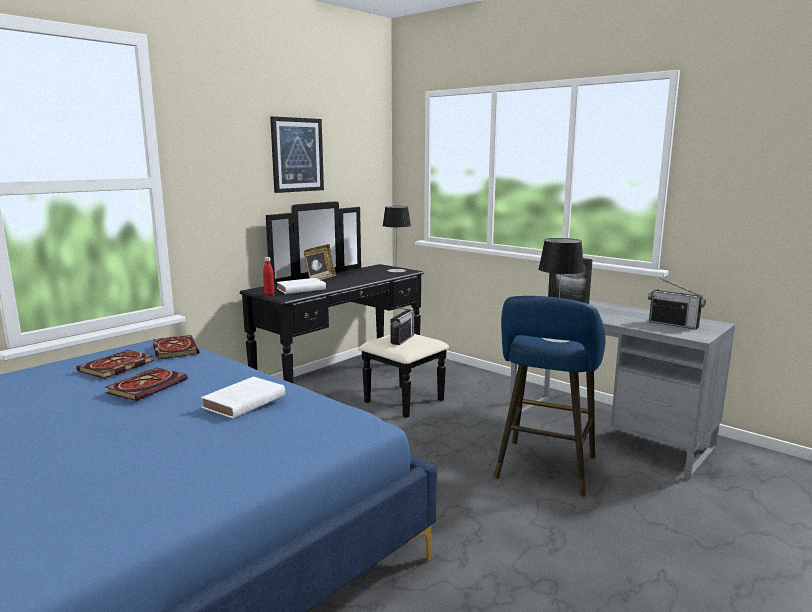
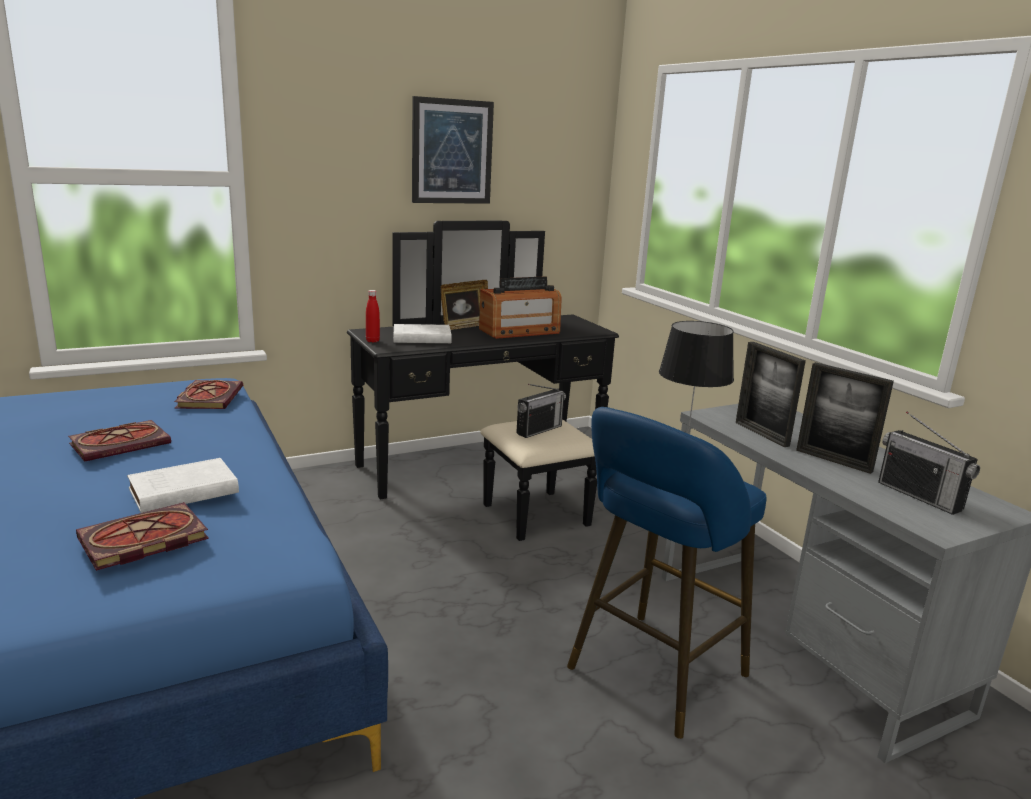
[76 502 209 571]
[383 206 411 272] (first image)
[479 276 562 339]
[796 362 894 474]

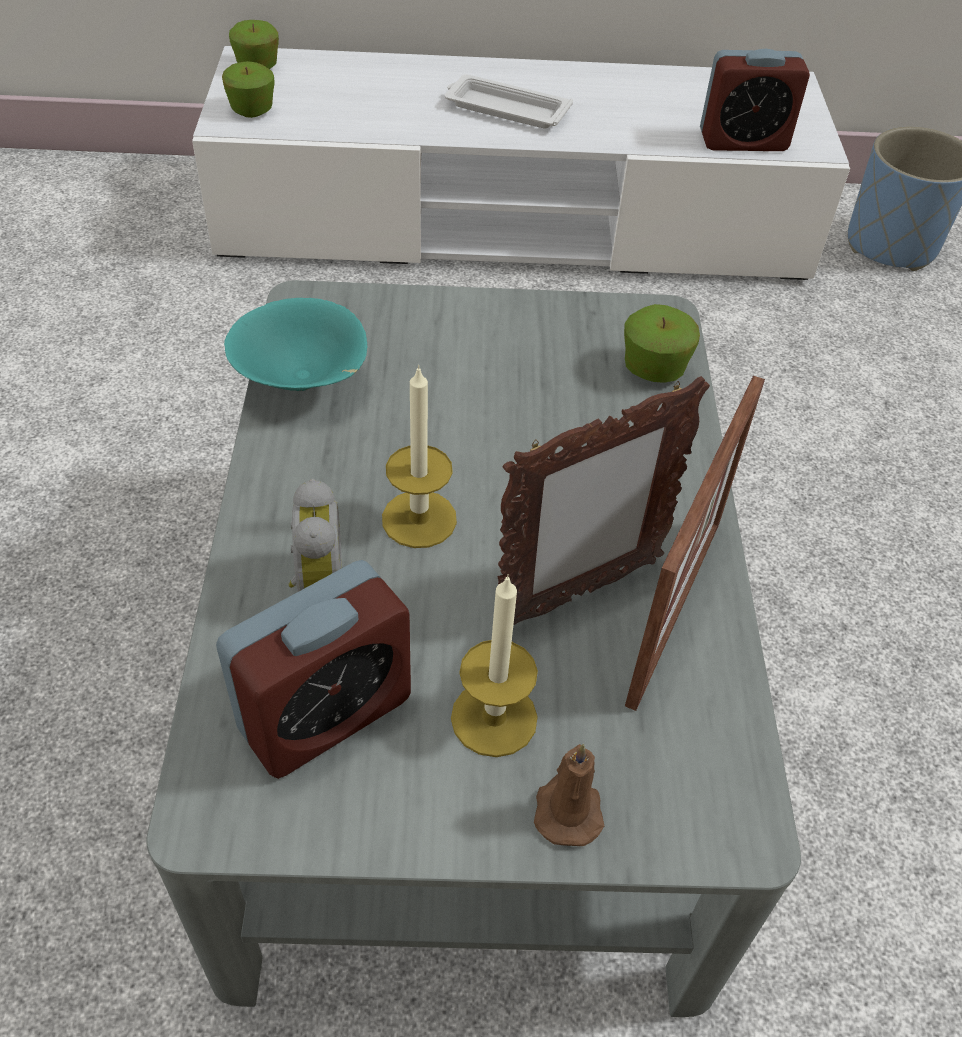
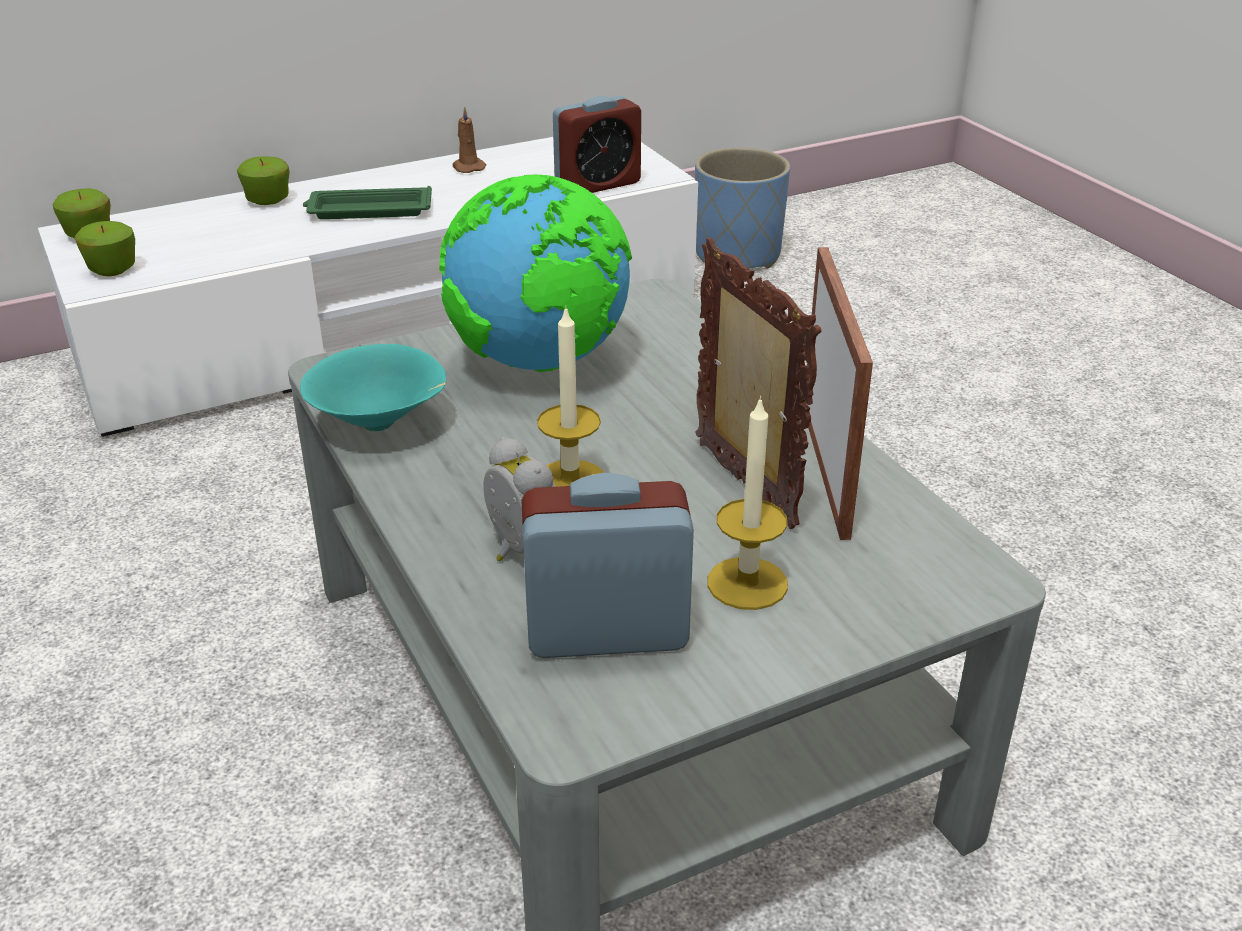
[521 473 694 658]
[303 186 432 219]
[695 237 822 529]
[453 106 486 173]
[237 156 290 205]
[439 175 632 372]

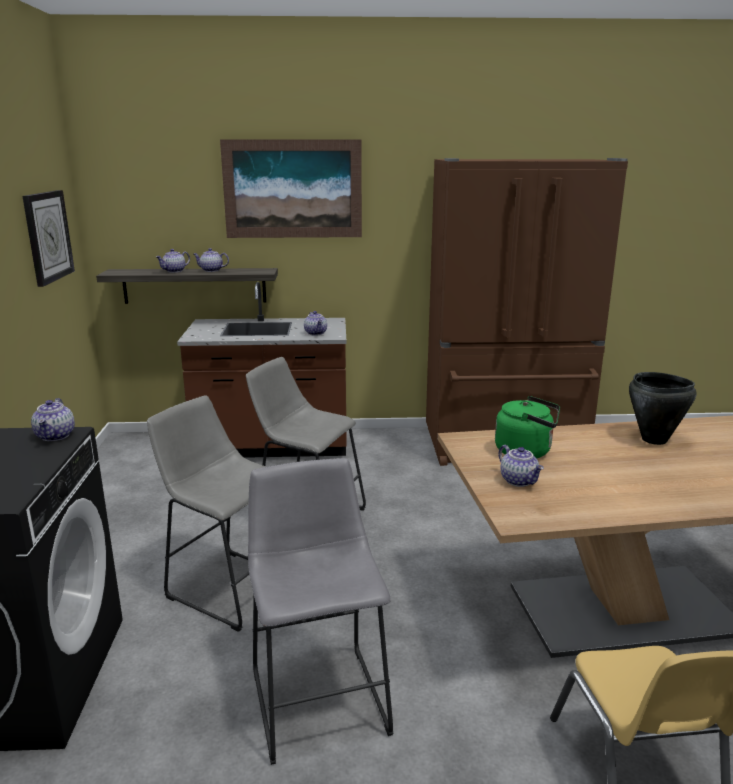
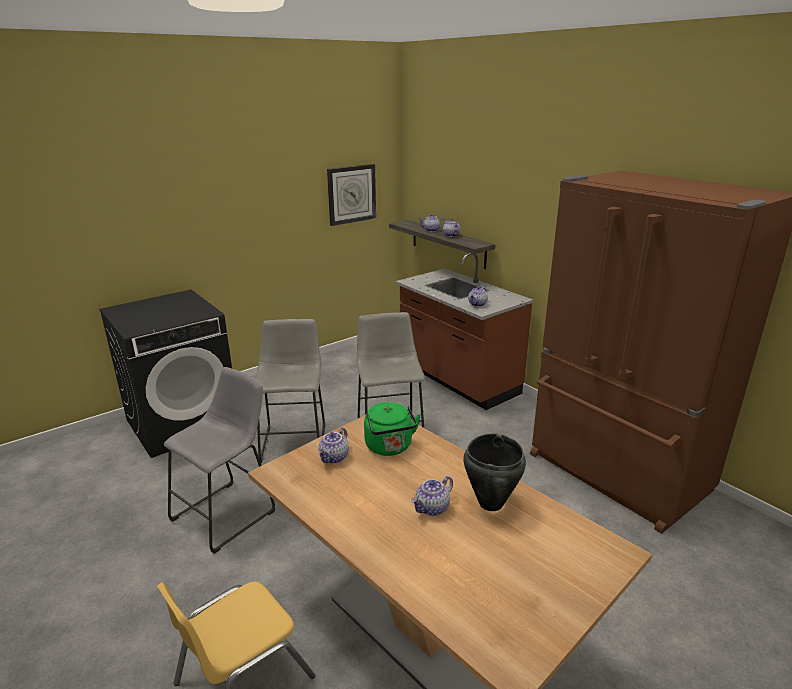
[411 476 453 516]
[220 140 362 238] (first image)

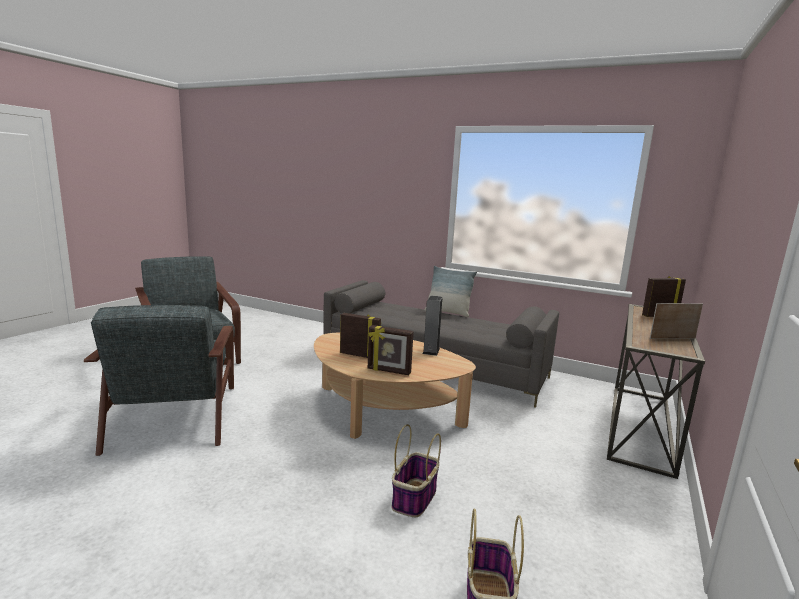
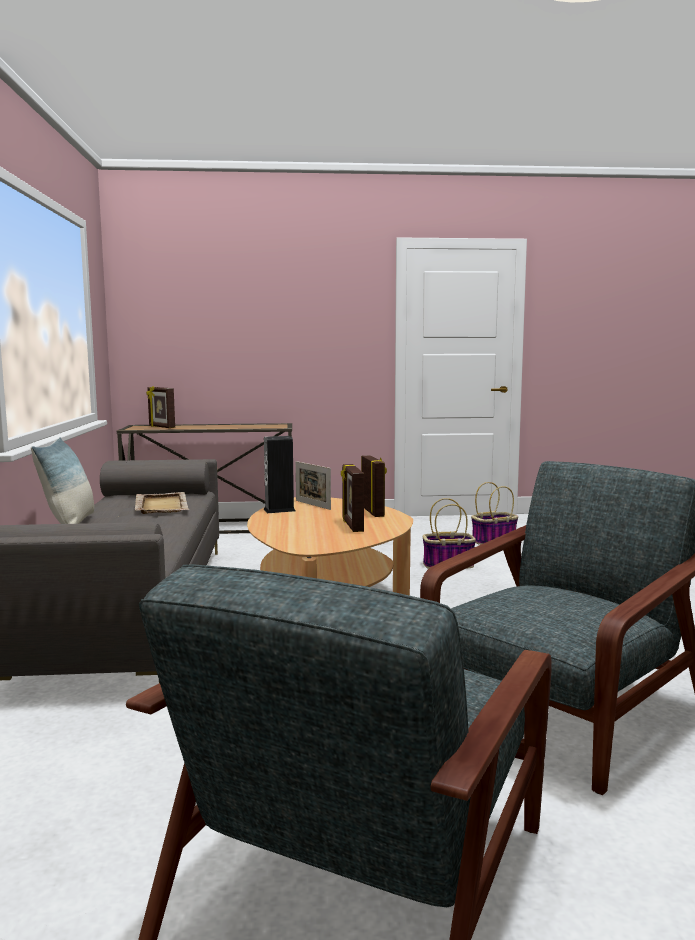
[296 461 331 510]
[135 492 190 514]

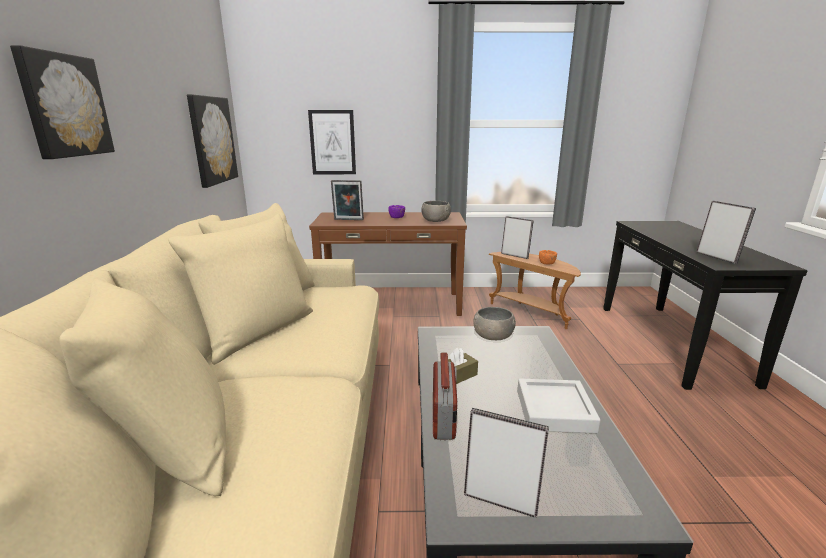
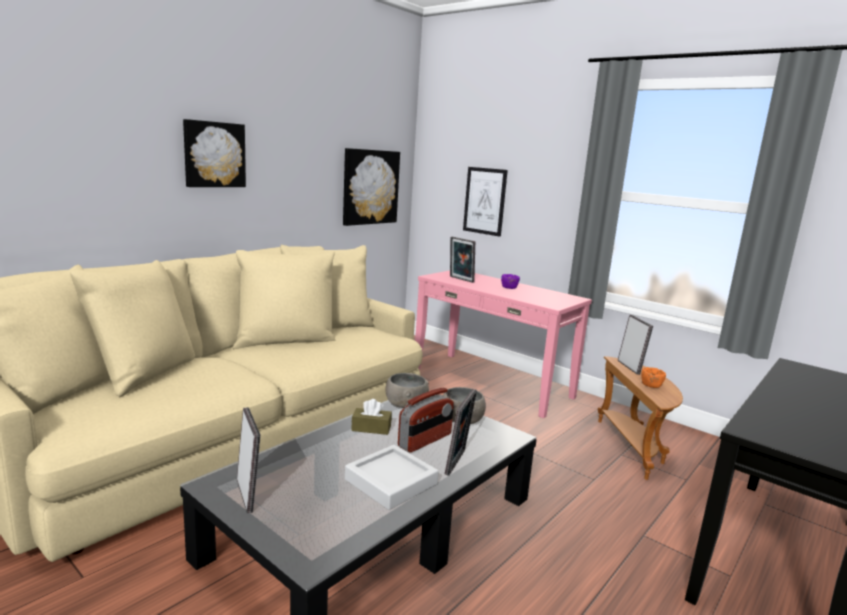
[415 271 592 418]
[385 373 429 408]
[398 388 454 452]
[445 389 477 476]

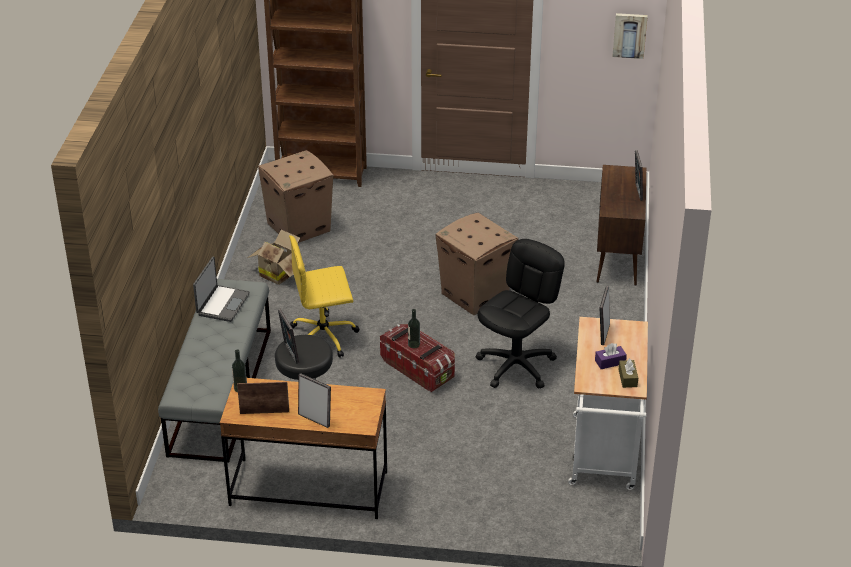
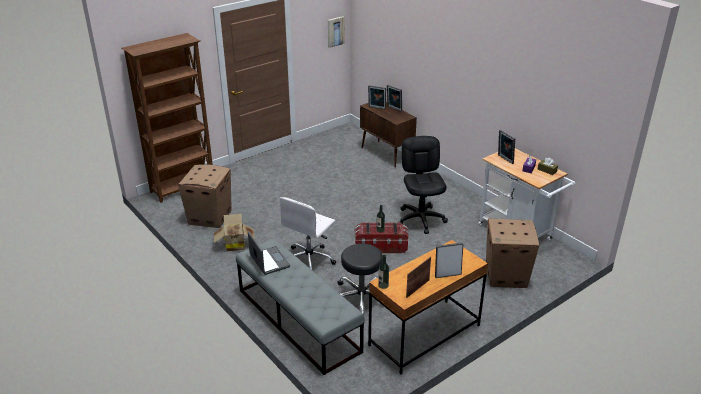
[368 85 386 110]
[279 197 336 270]
[486 218 539 288]

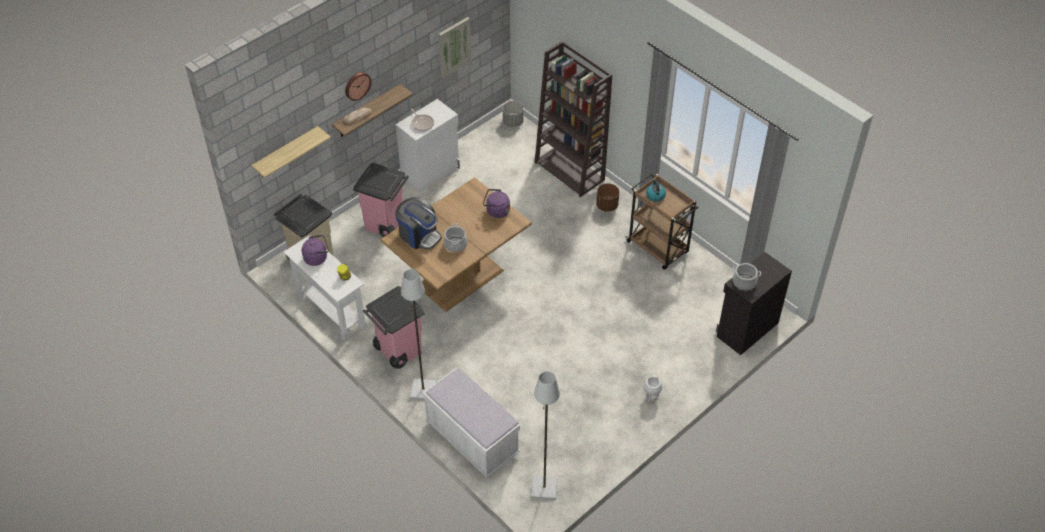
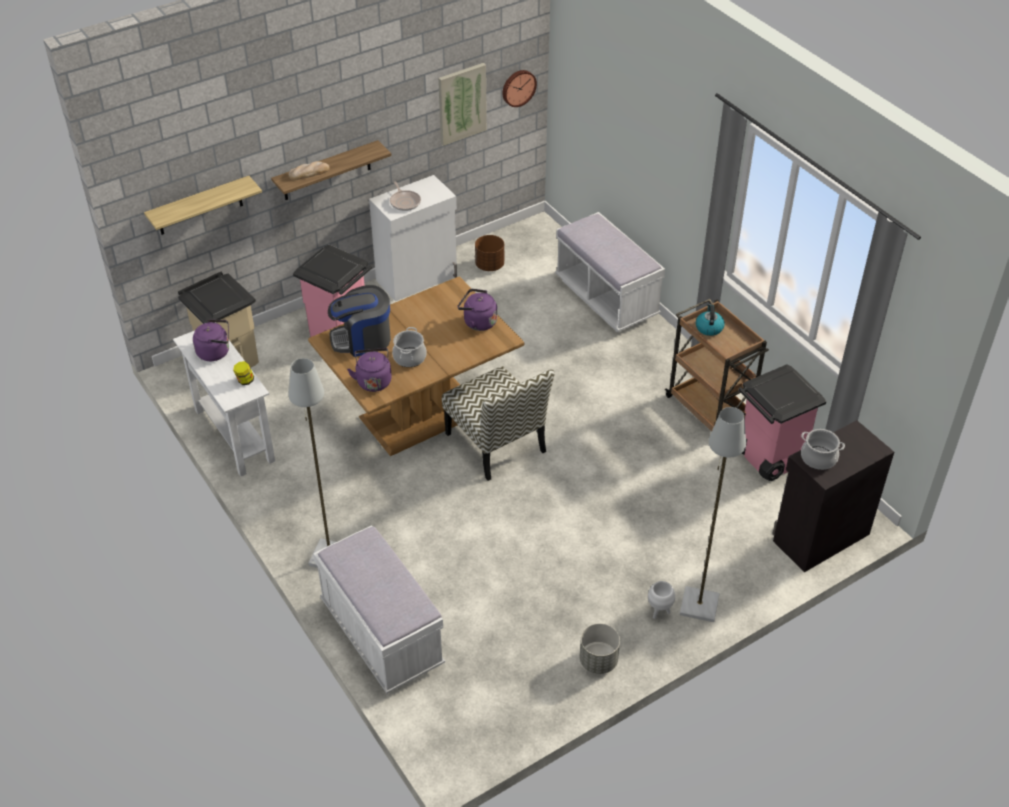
[503 70 537 107]
[738 364 826 481]
[328 285 391 357]
[579 623 620 674]
[680 407 746 622]
[555 212 665 332]
[475 235 504 271]
[347 348 392 392]
[442 366 555 481]

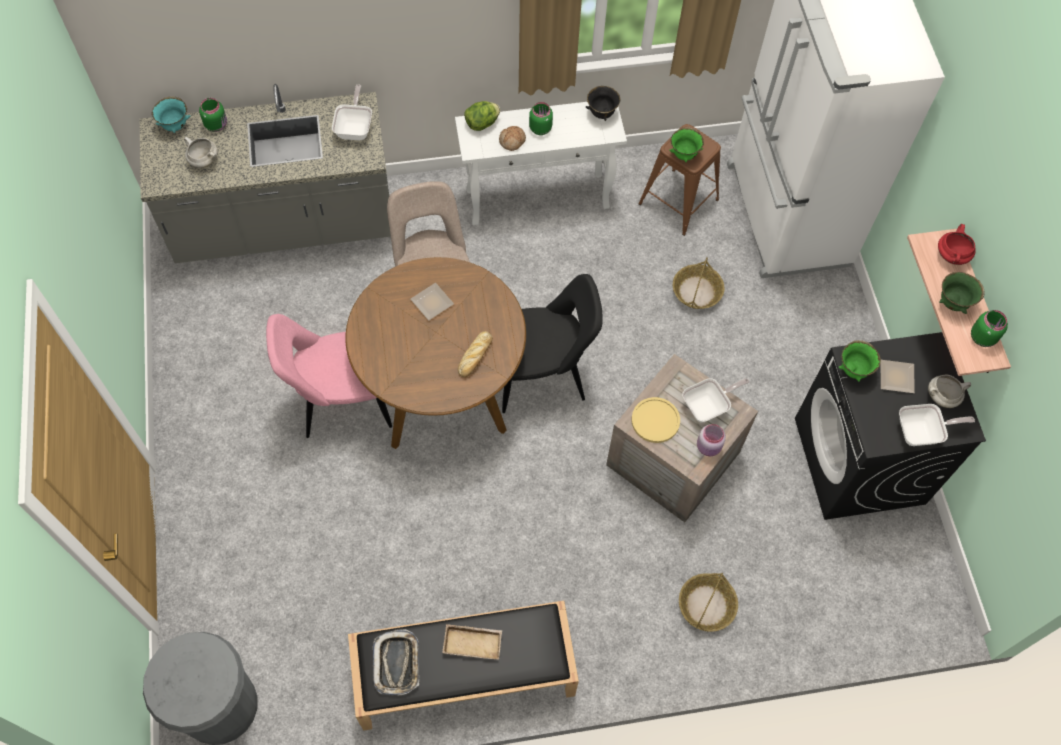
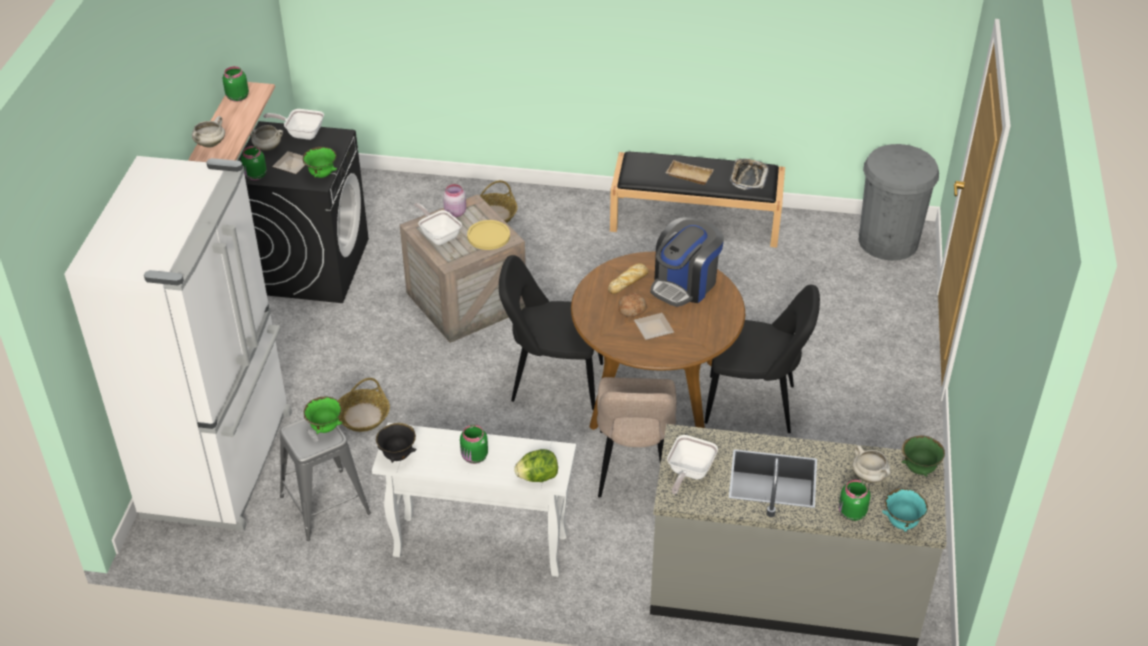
[704 284 820 433]
[618 293 647 317]
[280 418 371 541]
[414 203 462 245]
[192 116 225 148]
[902 436 945 477]
[241 146 267 180]
[650 217 724 307]

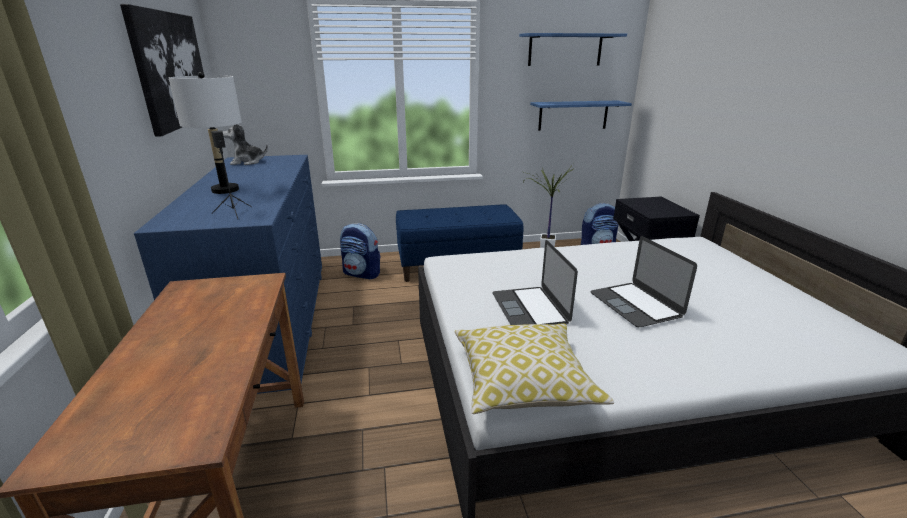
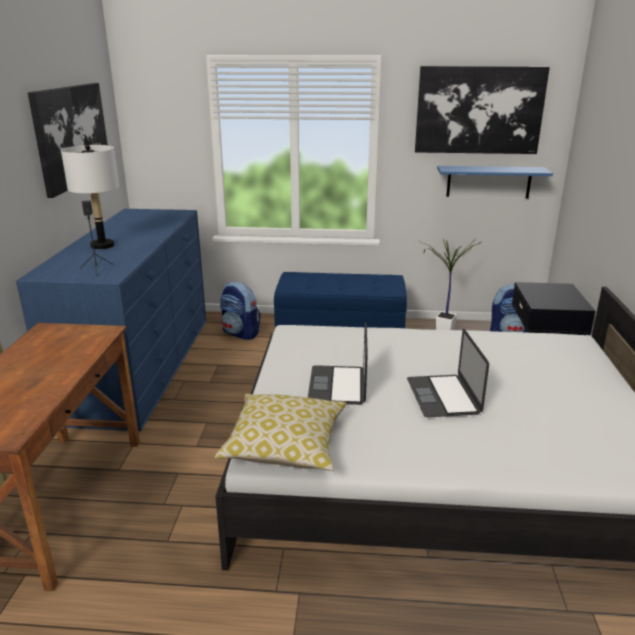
[223 124 268 165] (first image)
[415 66 550 154]

